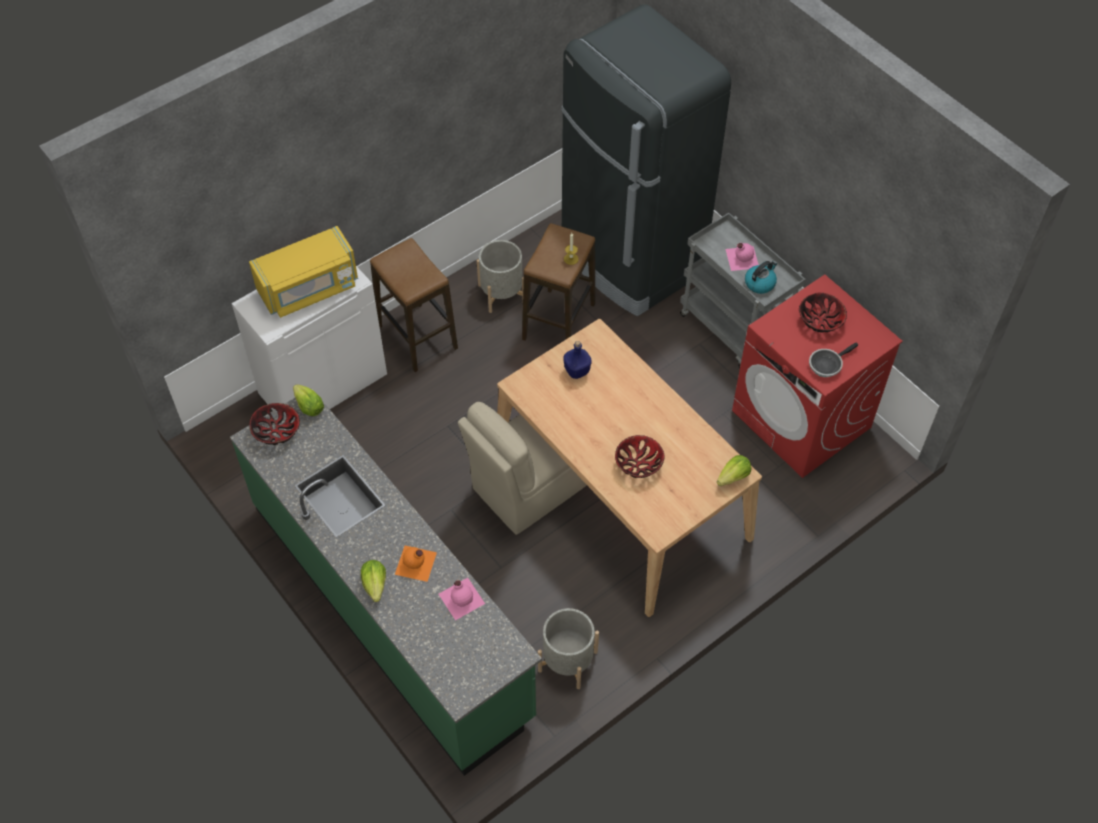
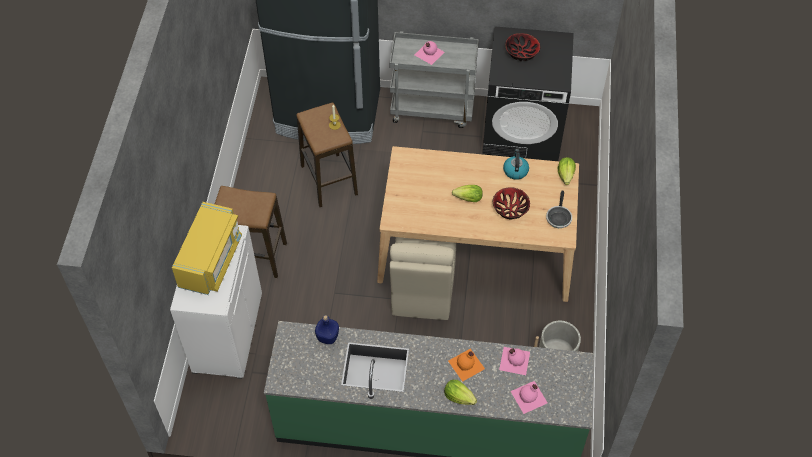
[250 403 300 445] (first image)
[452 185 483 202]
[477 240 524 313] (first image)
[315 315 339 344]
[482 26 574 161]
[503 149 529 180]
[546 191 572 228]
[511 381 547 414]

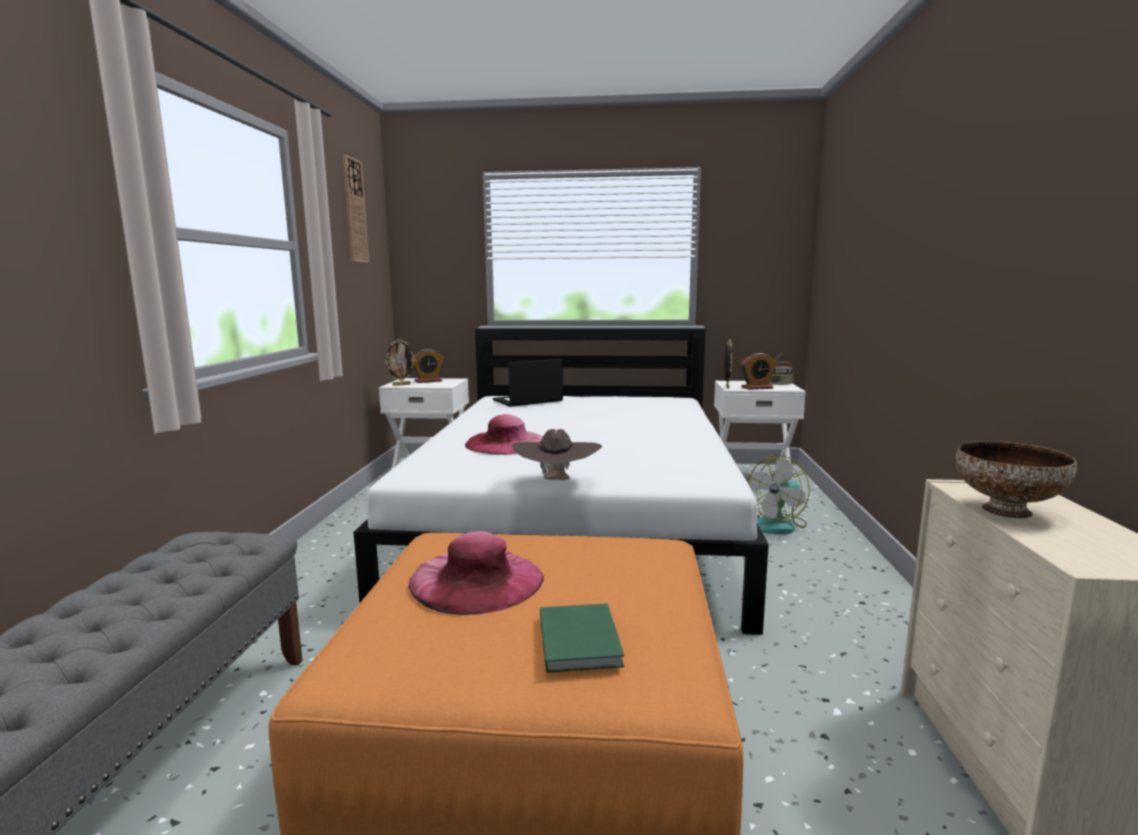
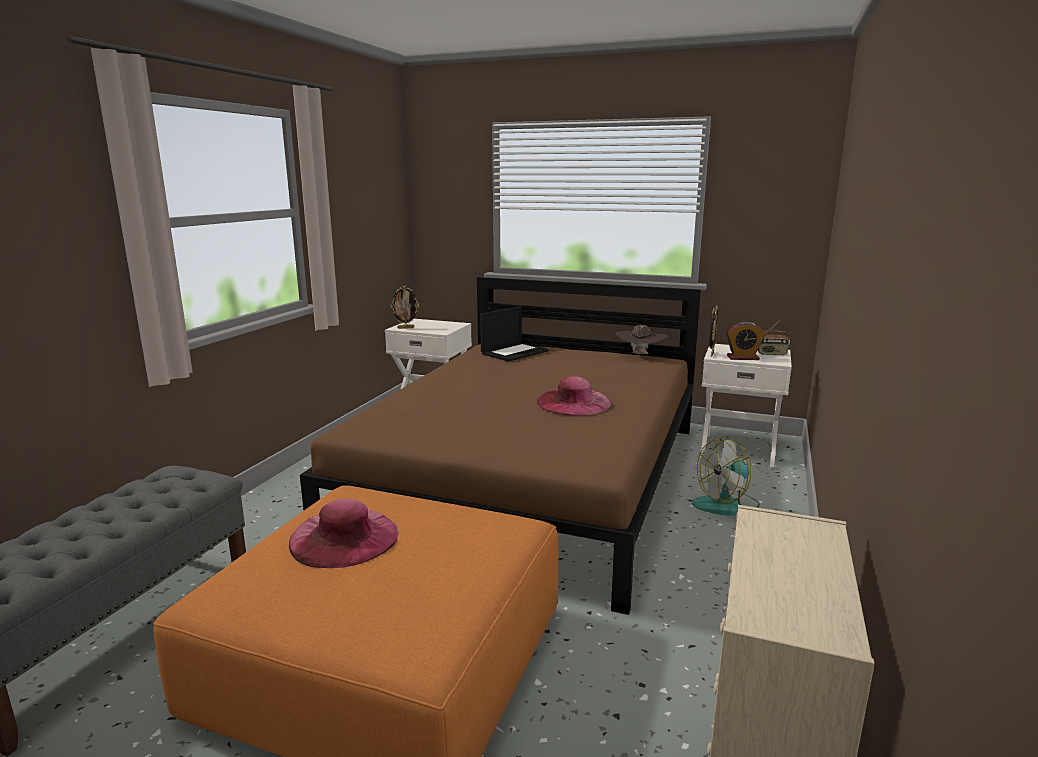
[343 155 369 263] (first image)
[300 277 701 615]
[413 349 444 383] (first image)
[537 376 611 415]
[480 306 549 362]
[616 325 668 355]
[540 604 624 673] (first image)
[955 441 1077 518] (first image)

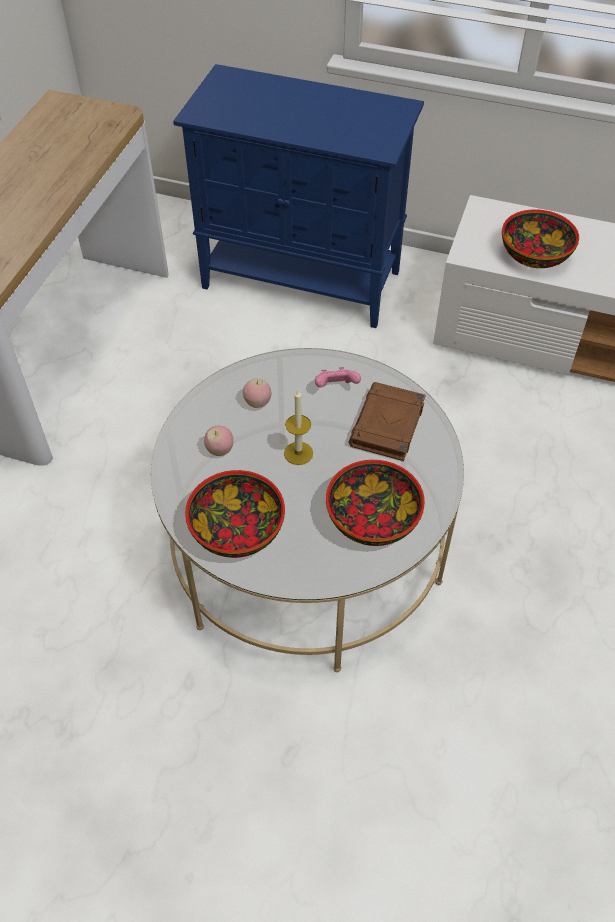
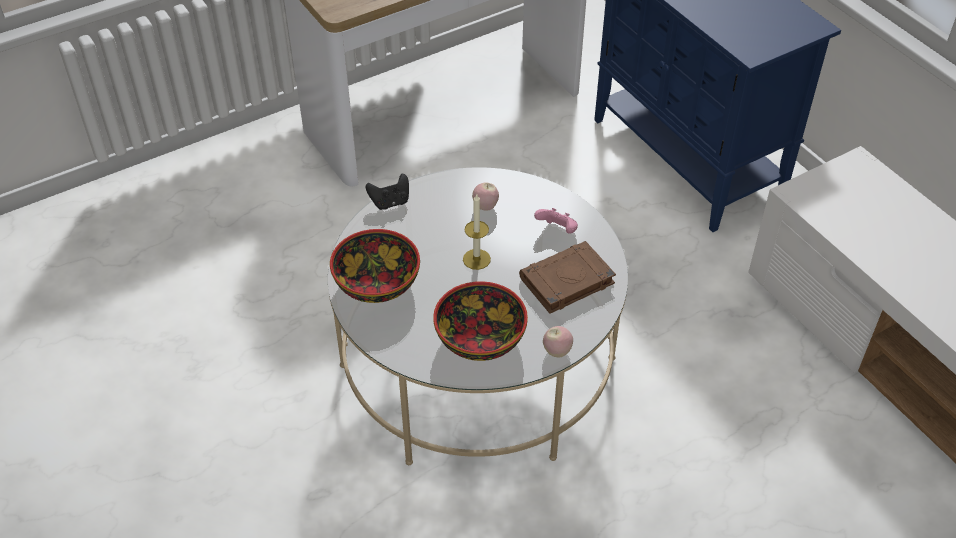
[543 326 573 357]
[502 209 579 268] (first image)
[366 174 409 210]

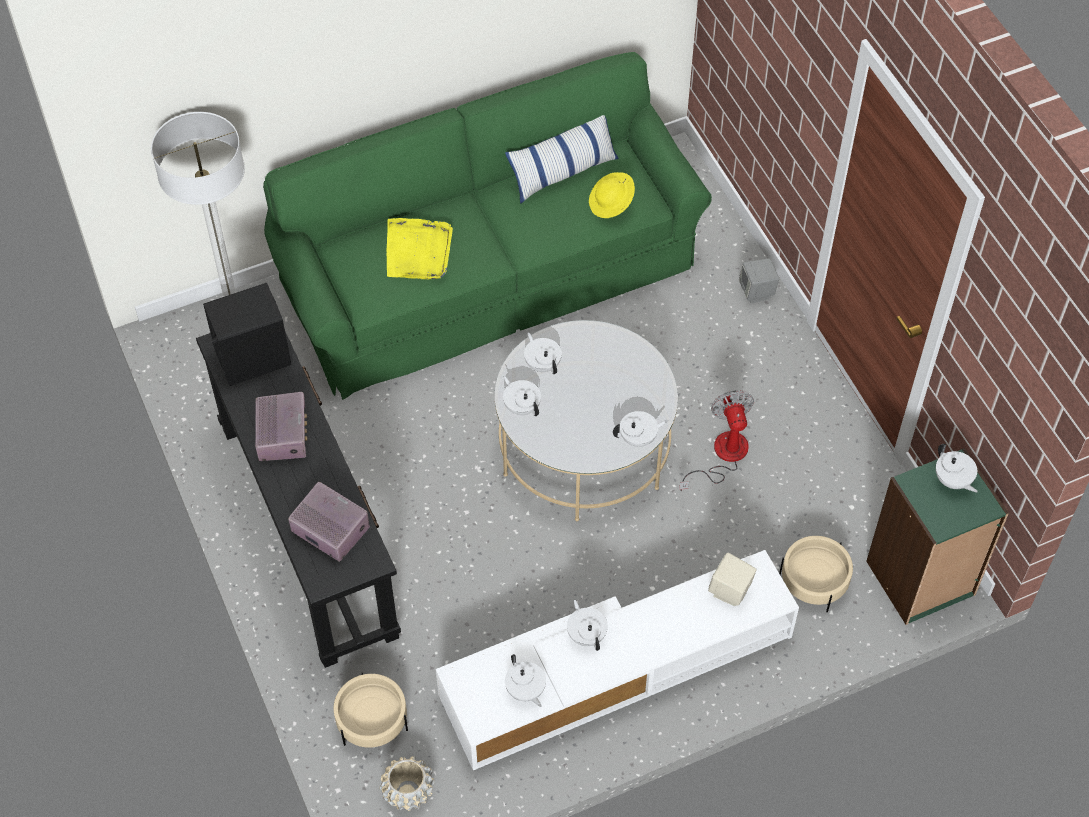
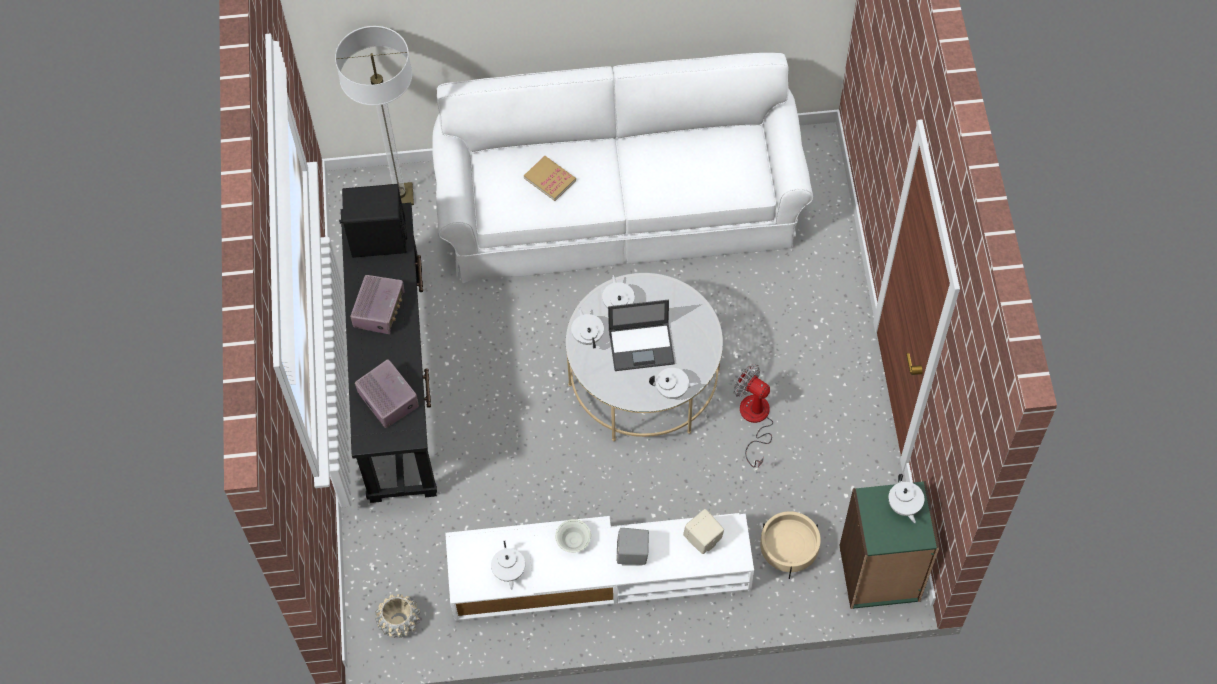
[432 53 813 283]
[334 673 408 748] (first image)
[524 156 576 201]
[505 115 619 203] (first image)
[555 519 591 553]
[589 172 635 218] (first image)
[734 364 773 468]
[616 528 649 566]
[608 300 675 371]

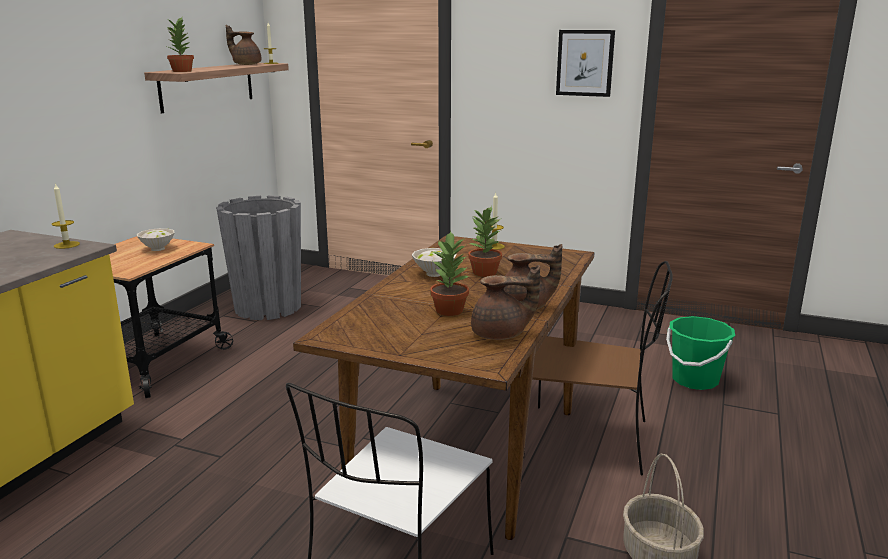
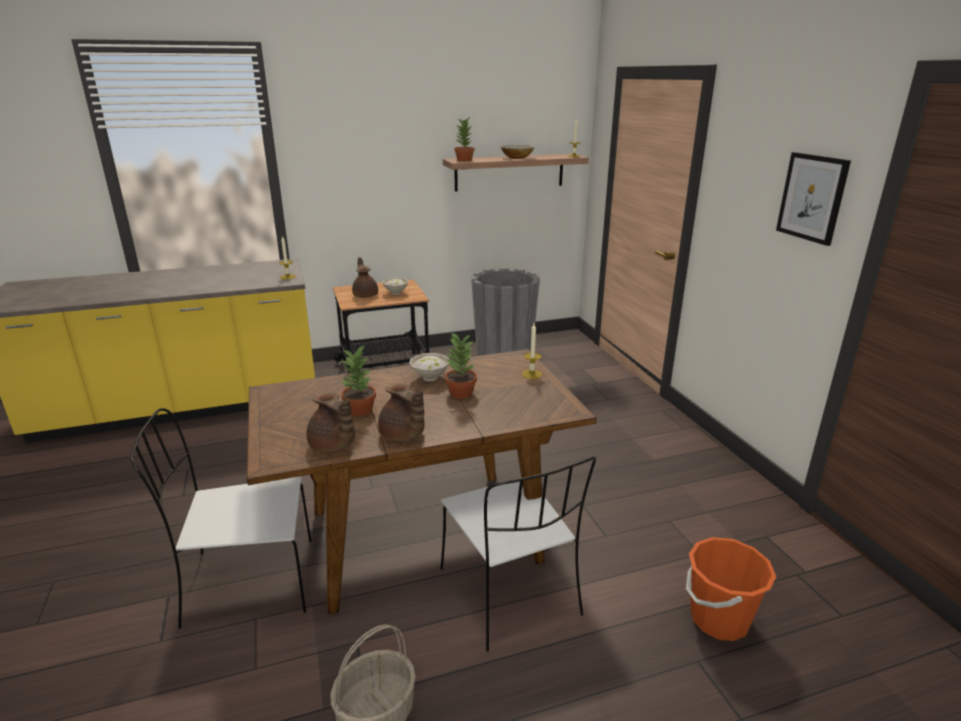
[352 257 378 298]
[441 457 596 652]
[686 537 776 641]
[501 145 534 159]

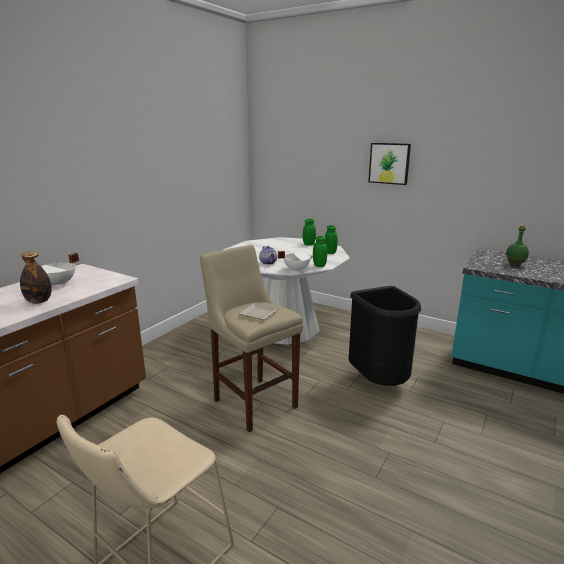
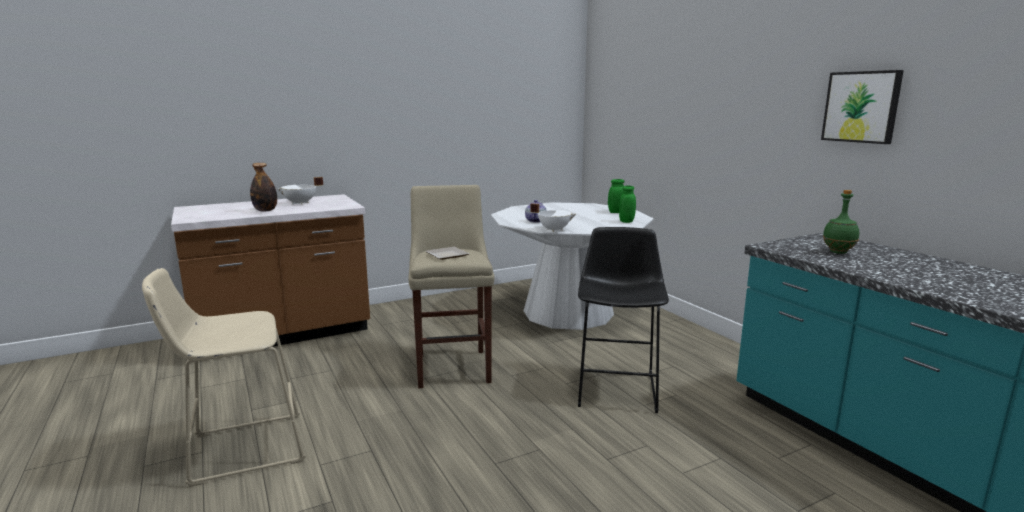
[313 236 327 267] (first image)
[578 227 669 413]
[821 70 904 144]

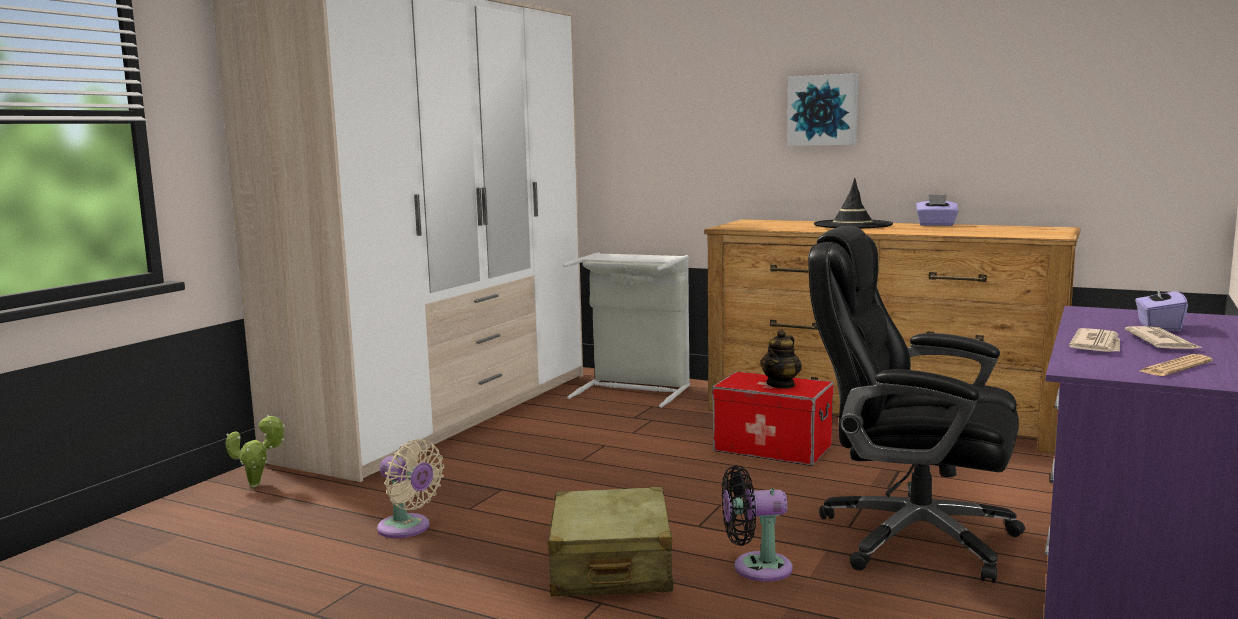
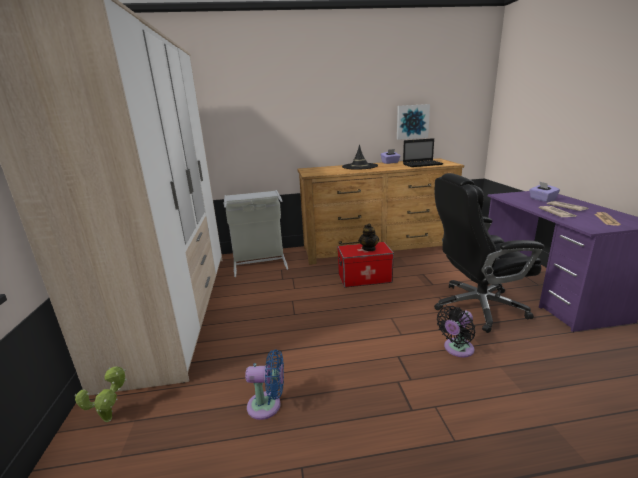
[245 349 284 420]
[547 487 673 596] (first image)
[397 104 430 140]
[403 138 443 167]

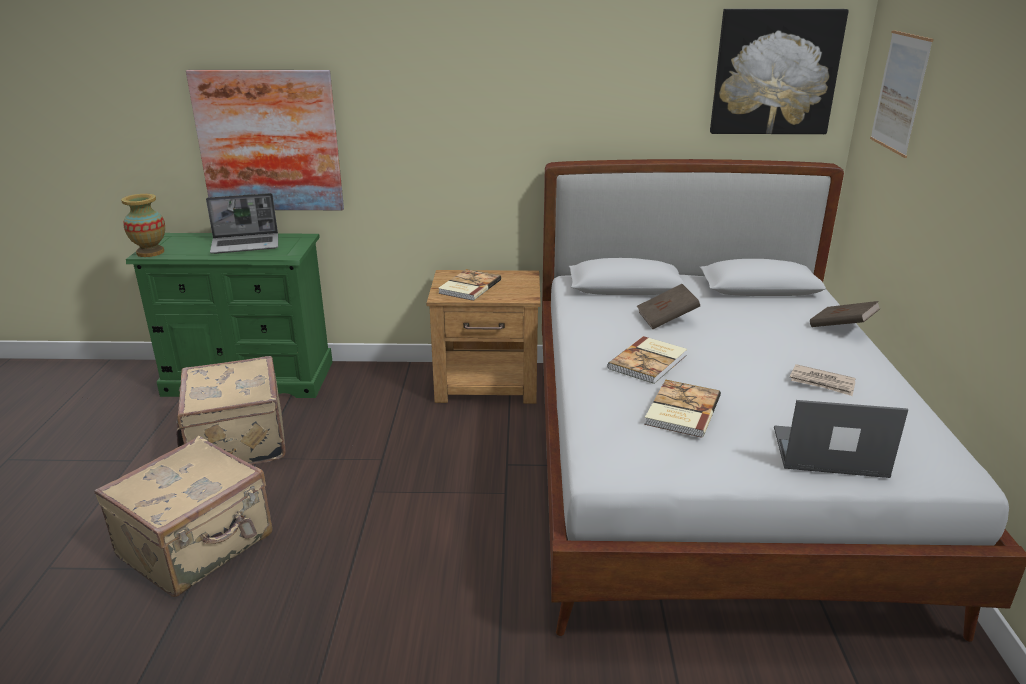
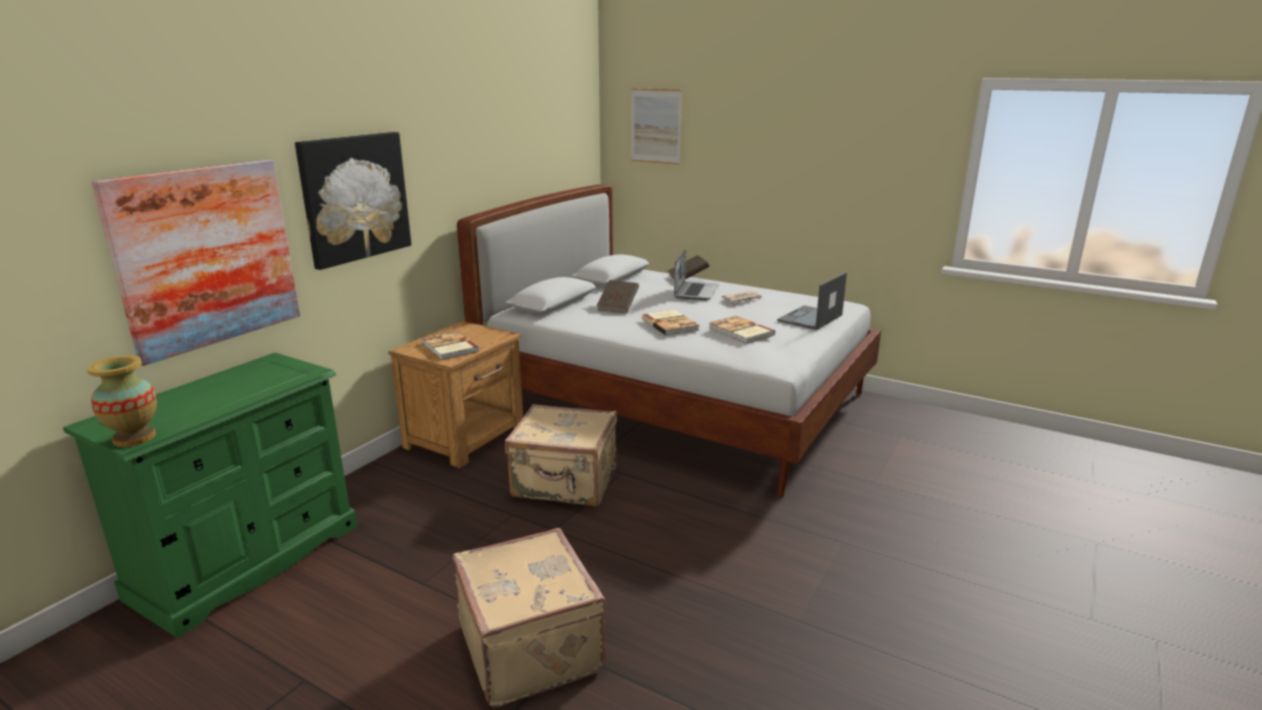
[505 404 617 506]
[674 249 719 300]
[295 132 411 270]

